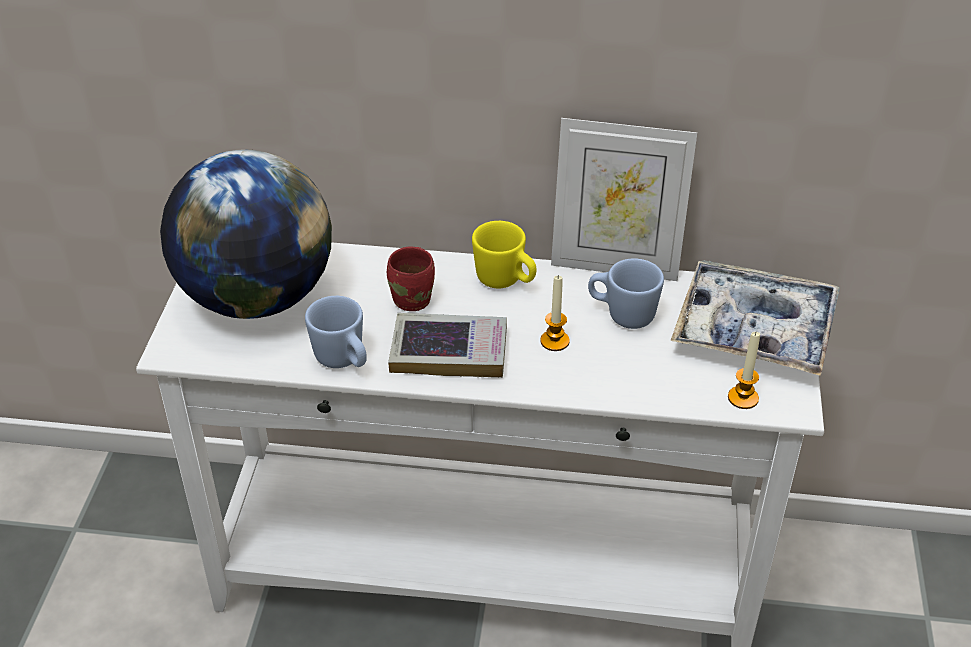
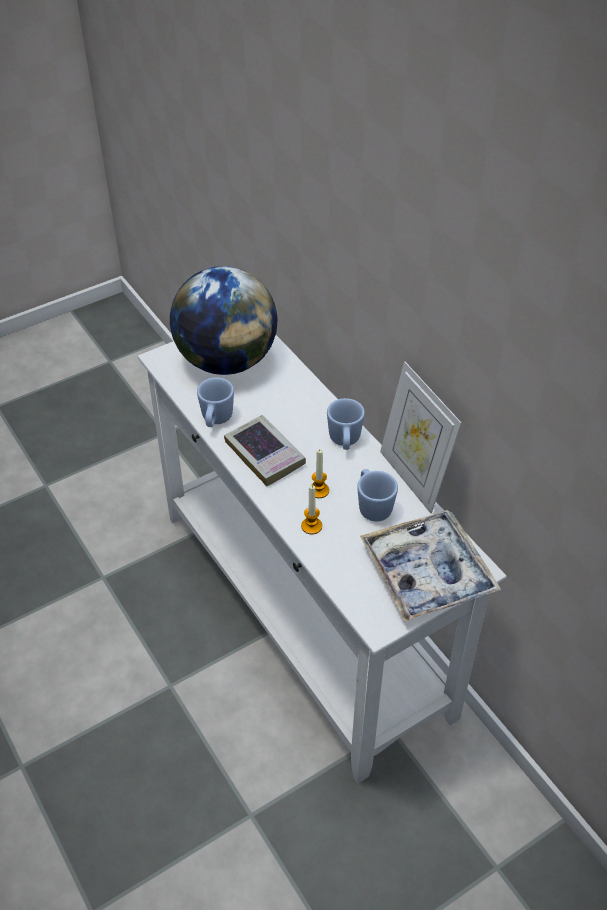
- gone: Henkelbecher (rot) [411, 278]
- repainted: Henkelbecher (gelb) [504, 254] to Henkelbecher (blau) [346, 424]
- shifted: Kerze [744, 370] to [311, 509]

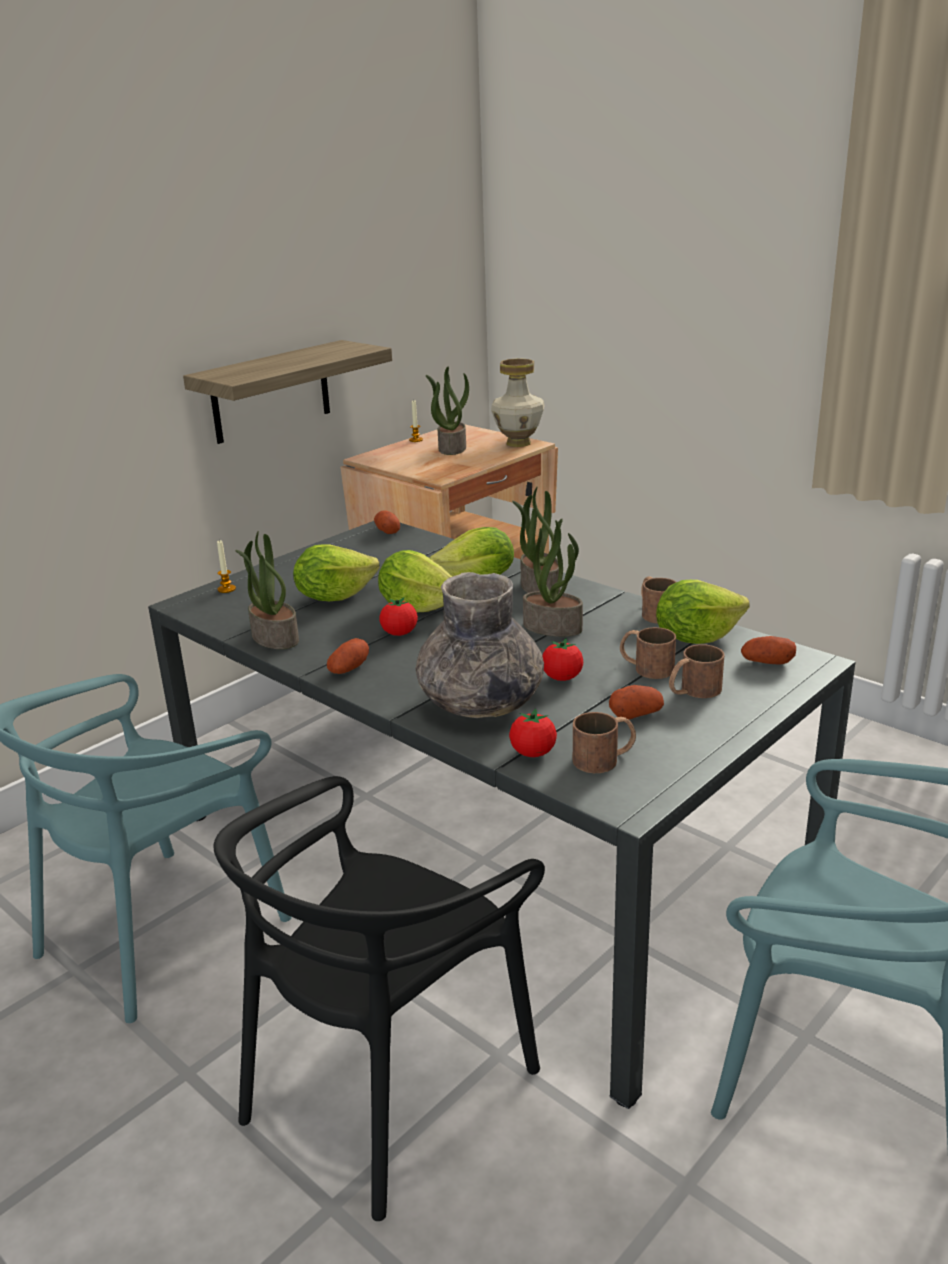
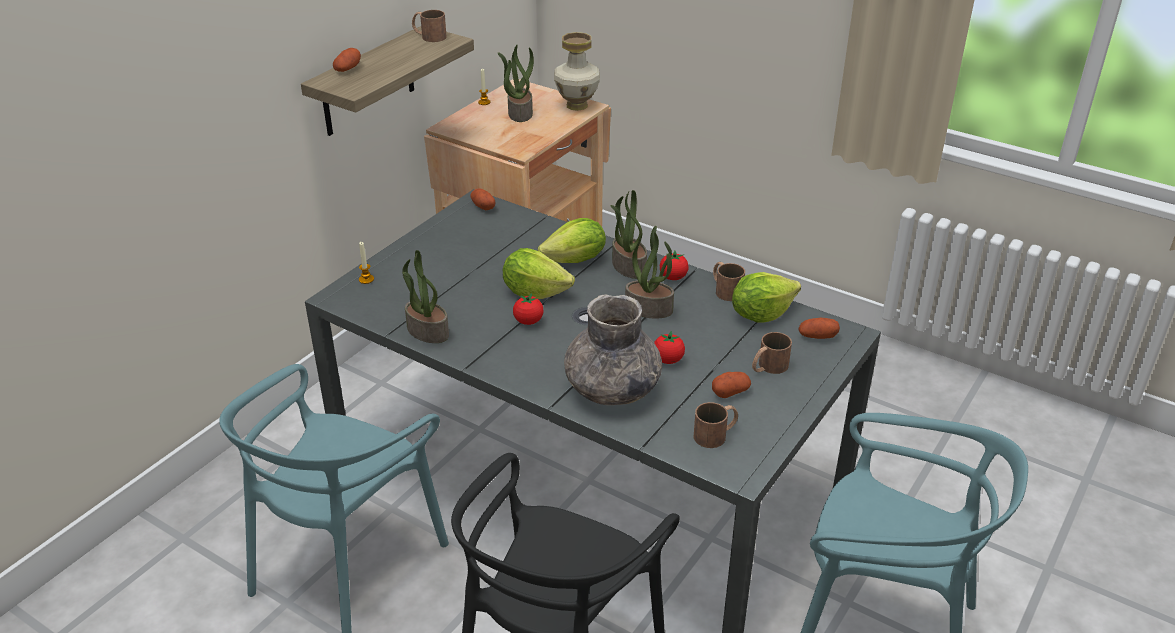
- gone: Salatkopf [336, 572]
- shifted: Kartoffel [348, 656] to [347, 60]
- shifted: Tomate [533, 732] to [674, 265]
- shifted: Henkelbecher (braun) [648, 653] to [429, 26]

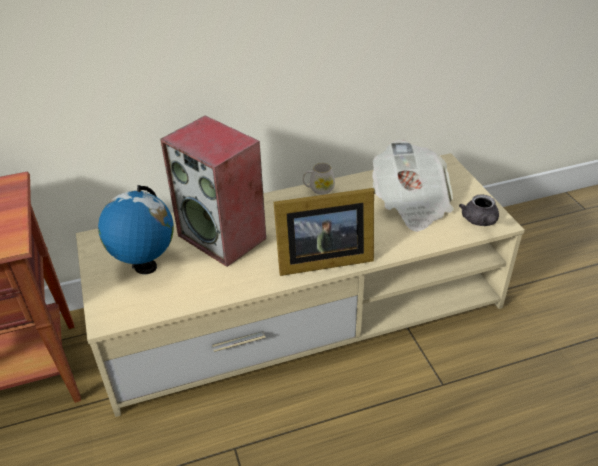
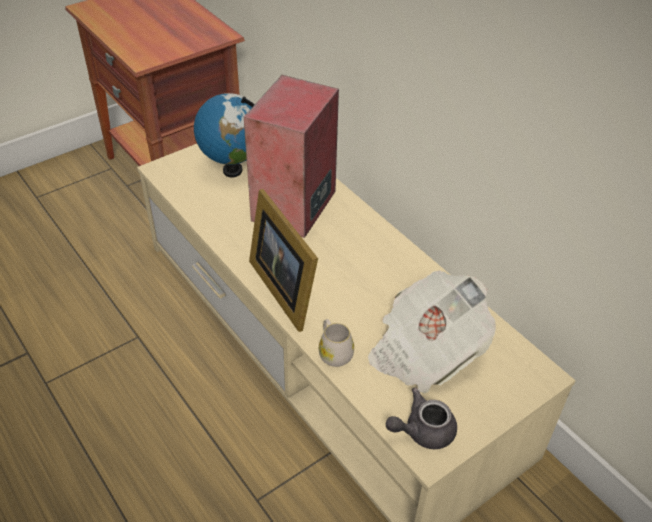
- shifted: Henkelbecher (weiß) [319, 179] to [336, 343]

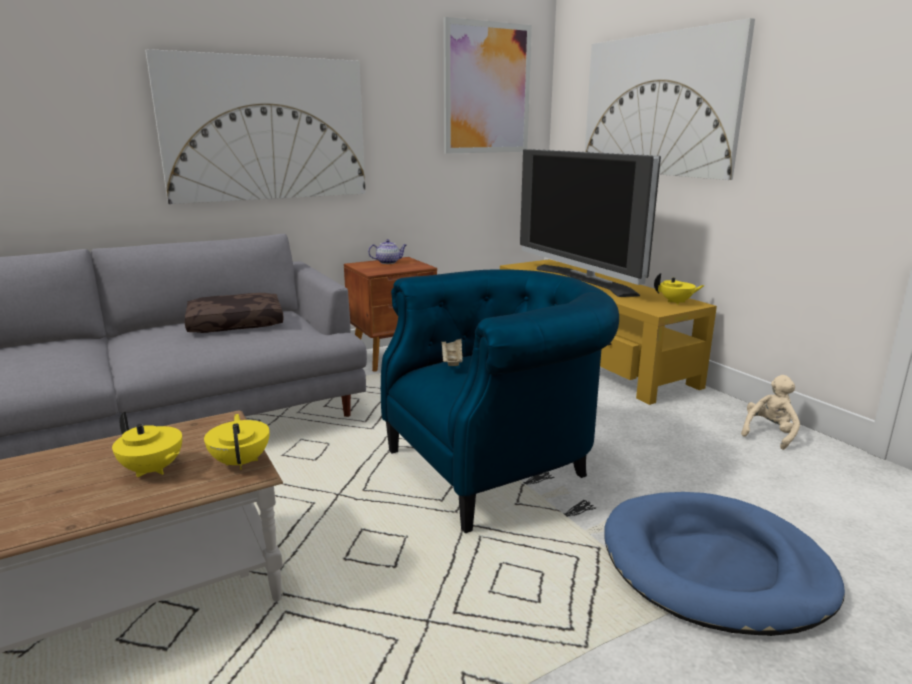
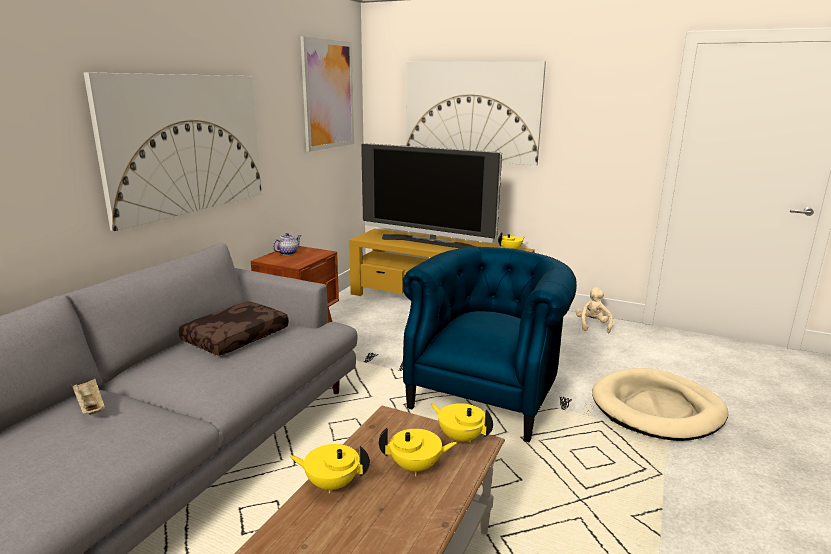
- shifted: Tablett (beige) [452, 352] to [88, 397]
- repainted: Hundebett (blau) [725, 564] to Hundebett (beige) [660, 404]
- new: Teekanne (gelb) [330, 468]

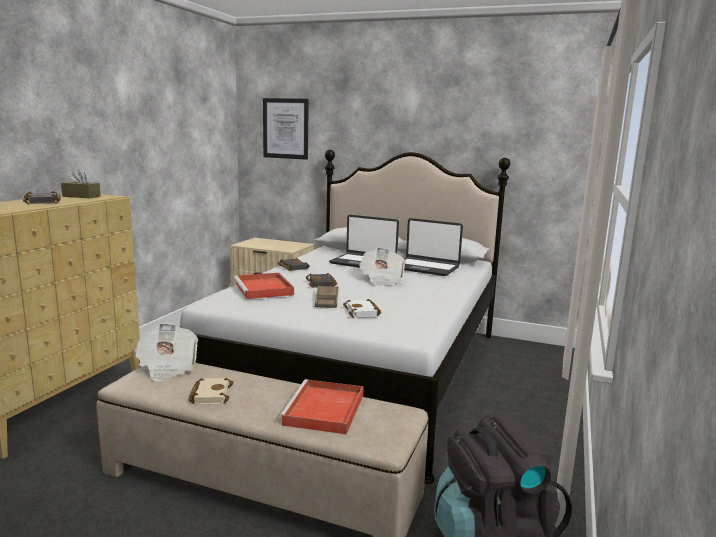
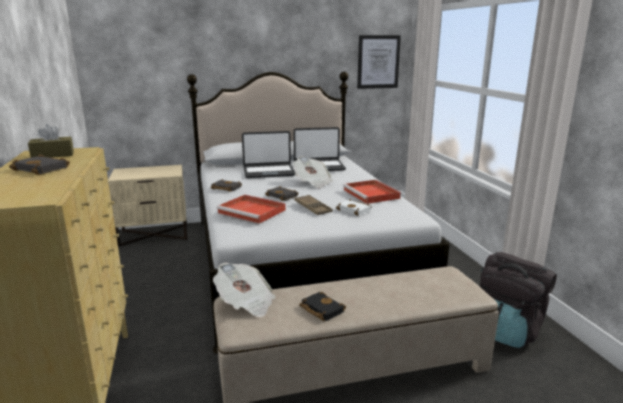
- repainted: Buch (beige) [211, 391] to Buch (schwarz) [322, 306]
- shifted: Bild [286, 129] to [379, 62]
- shifted: Tablett (rot) [321, 406] to [372, 192]

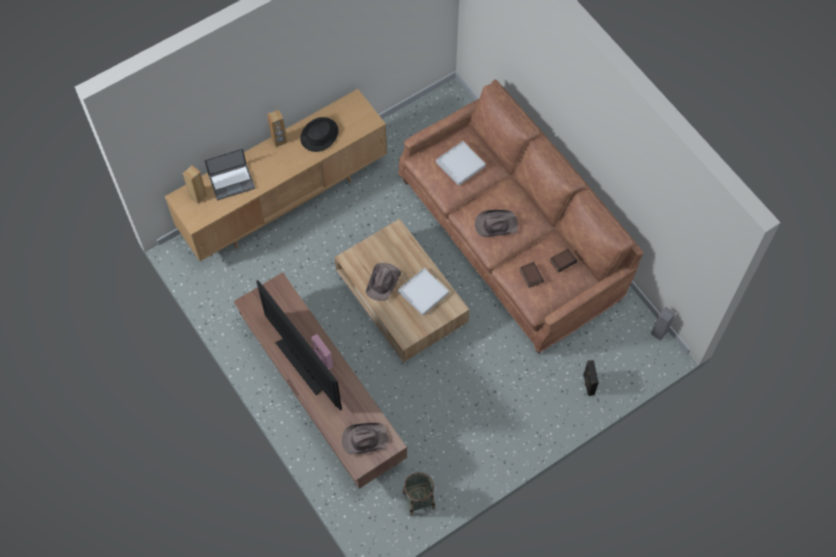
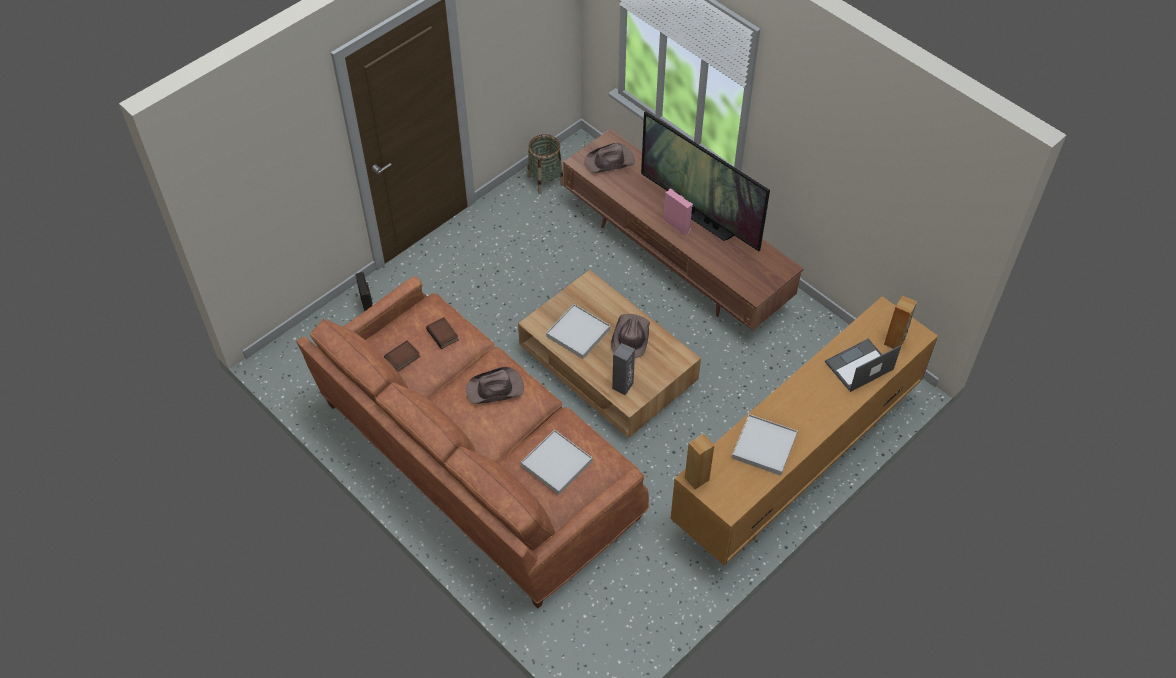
- shifted: Lautsprecher (braun) [277, 128] to [699, 461]
- swapped: Hut (schwarz) [319, 134] to Tablett (weiß) [765, 445]
- shifted: Lautsprecher (grau) [663, 324] to [623, 369]

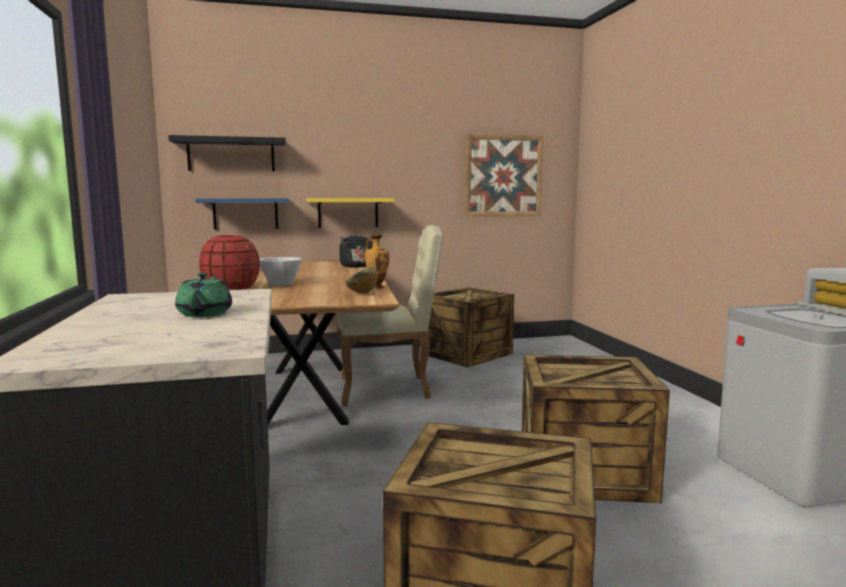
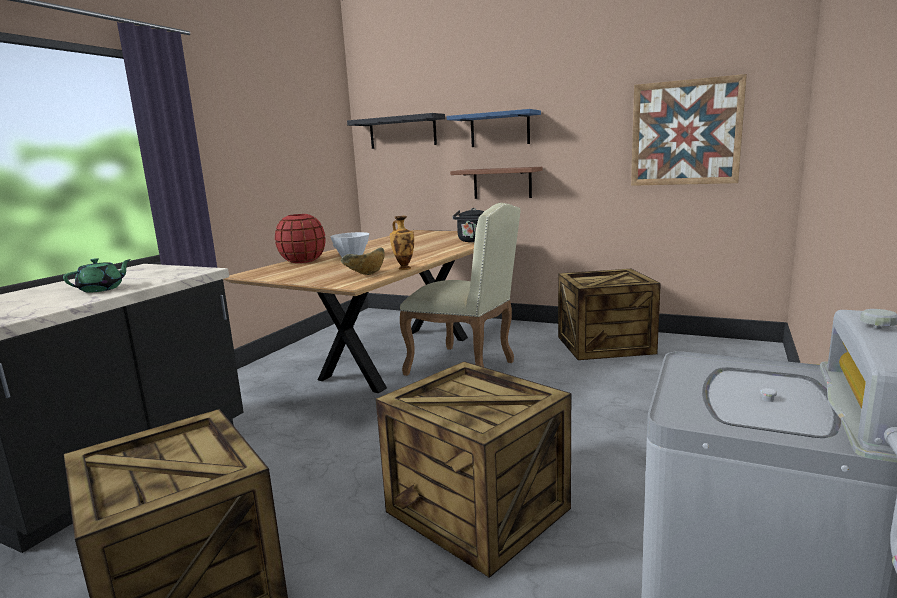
- shifted: Wandregal (blau) [242, 213] to [494, 128]
- repainted: Wandregal (gelb) [350, 213] to Wandregal (braun) [496, 183]

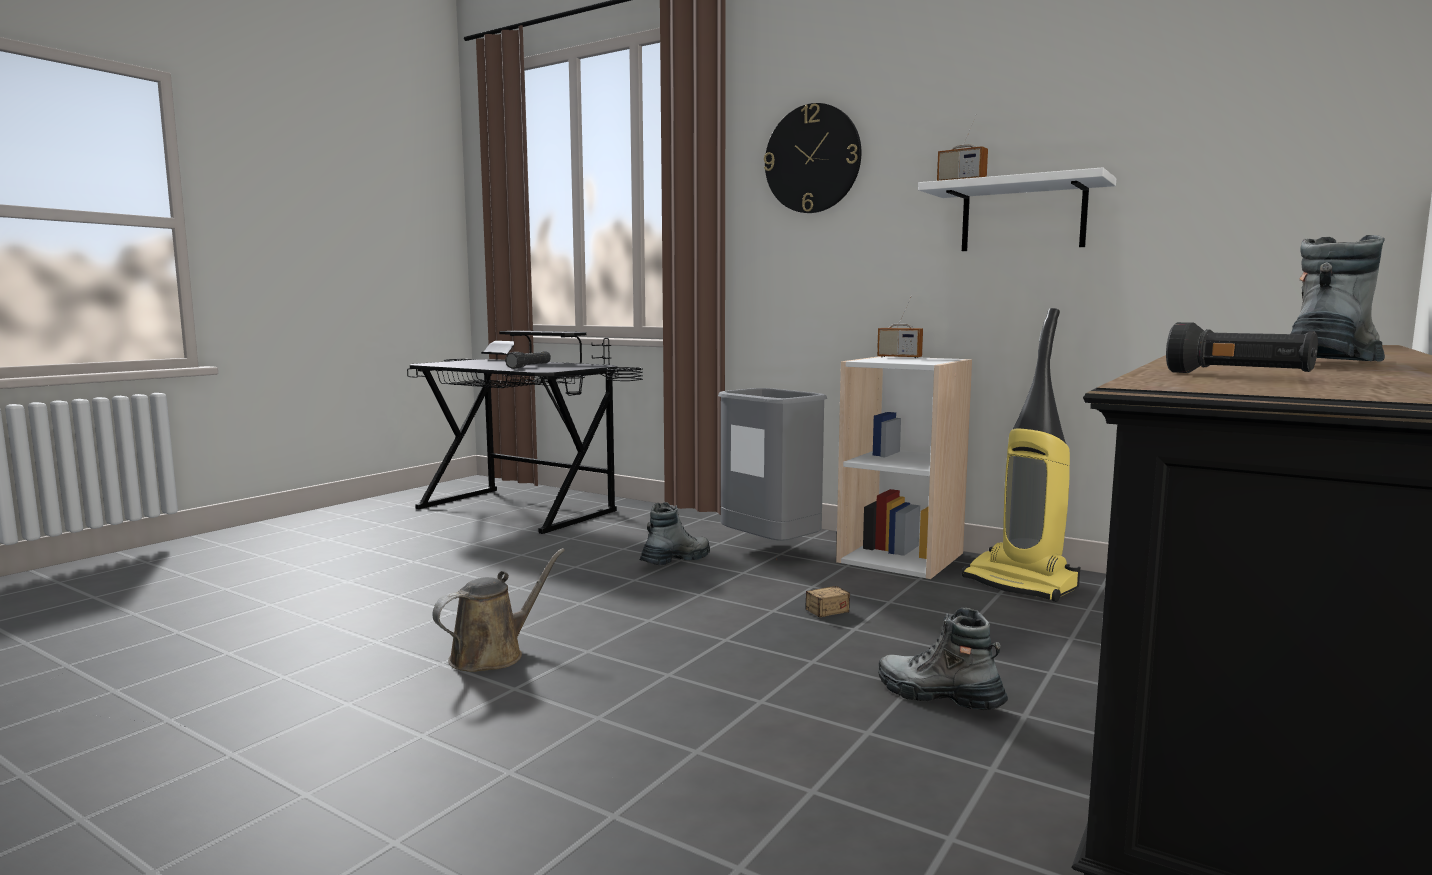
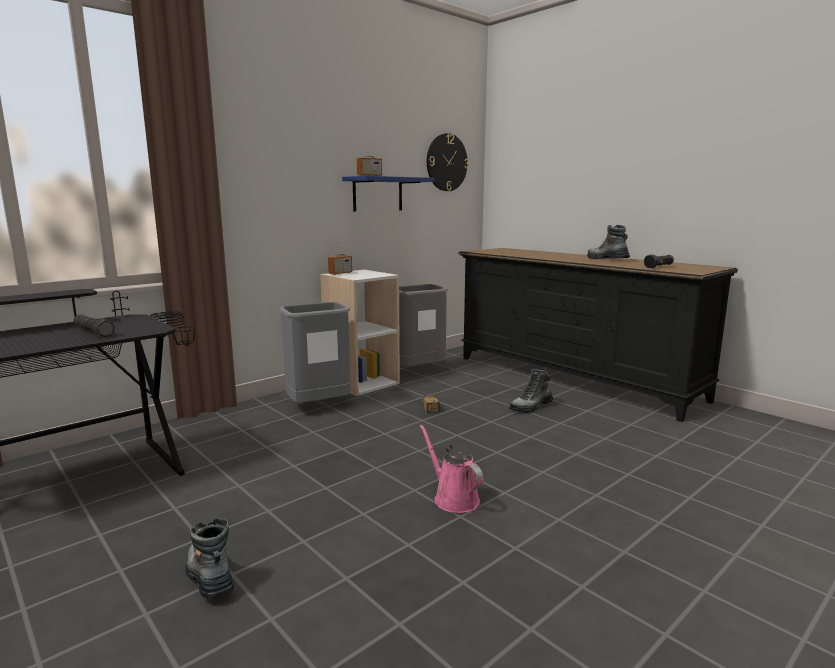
- repainted: Gießkanne (braun) [498, 610] to Gießkanne (rosa) [452, 469]
- shifted: Stiefel [674, 533] to [209, 558]
- shifted: Wanduhr [812, 158] to [448, 162]
- repainted: Wandregal (weiß) [1017, 209] to Wandregal (blau) [388, 193]
- swapped: Staubsauger [1021, 455] to Mülleimer (grau) [423, 325]

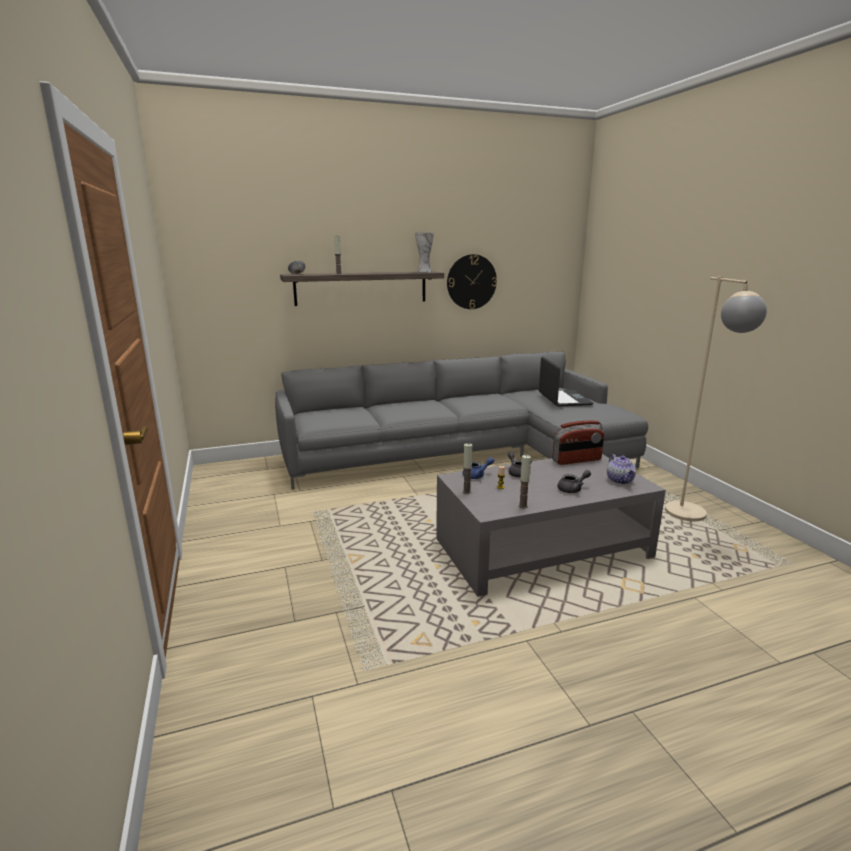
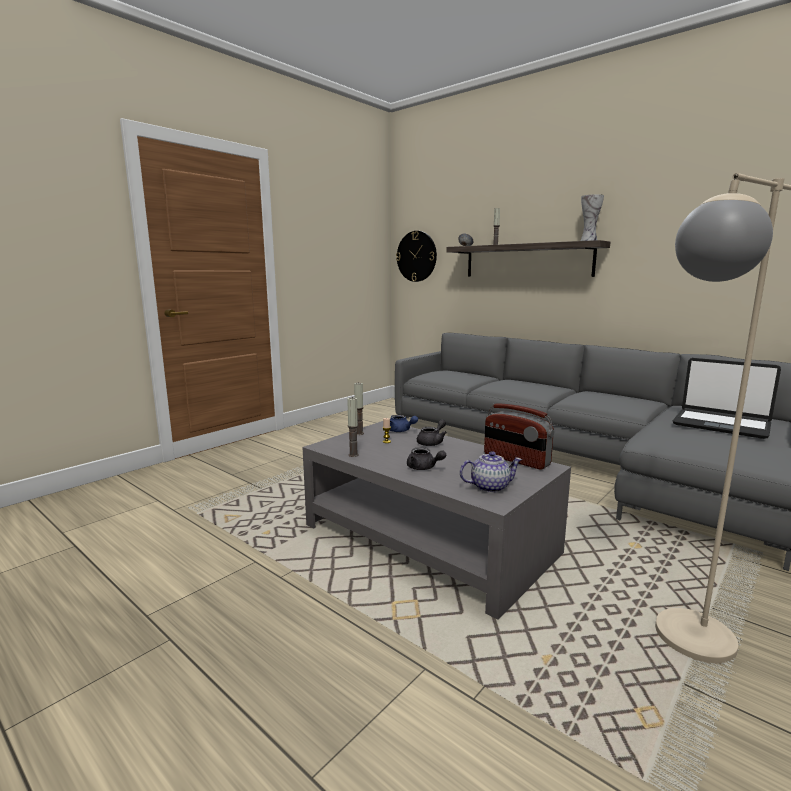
- shifted: Wanduhr [472, 281] to [416, 256]
- rotated: Laptop [566, 382] = [727, 398] 75 degrees clockwise
- rotated: Teekanne [621, 469] = [491, 472] 150 degrees counterclockwise

